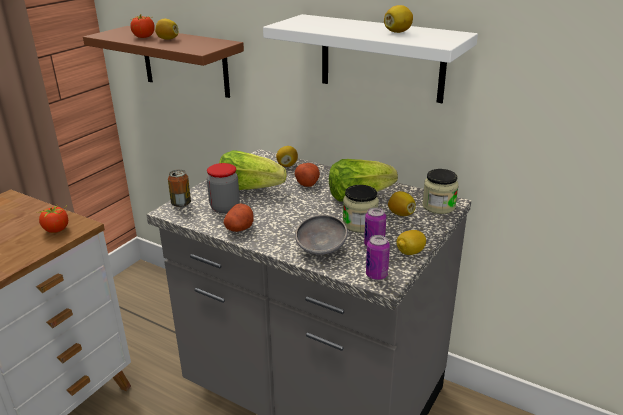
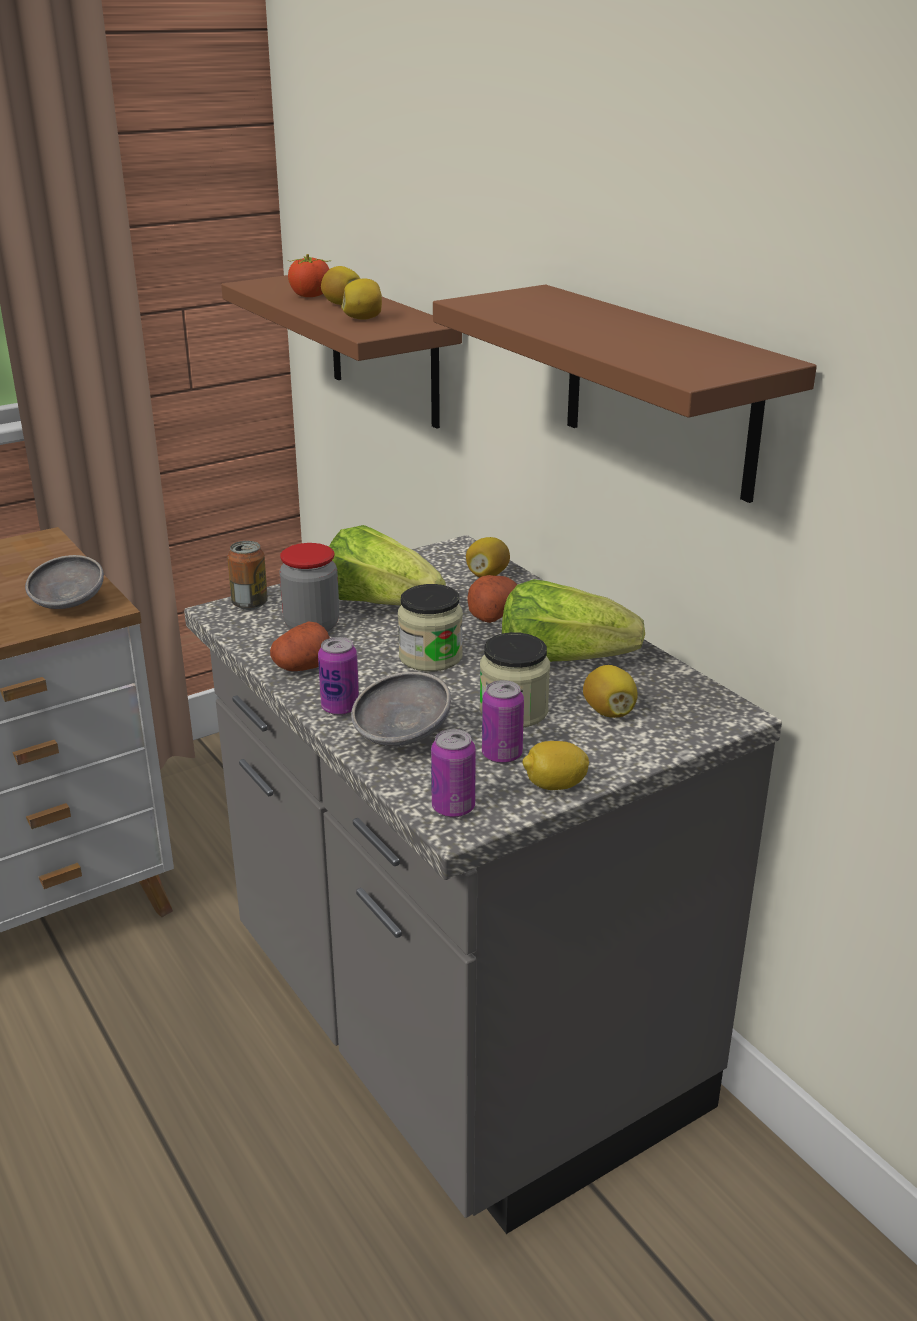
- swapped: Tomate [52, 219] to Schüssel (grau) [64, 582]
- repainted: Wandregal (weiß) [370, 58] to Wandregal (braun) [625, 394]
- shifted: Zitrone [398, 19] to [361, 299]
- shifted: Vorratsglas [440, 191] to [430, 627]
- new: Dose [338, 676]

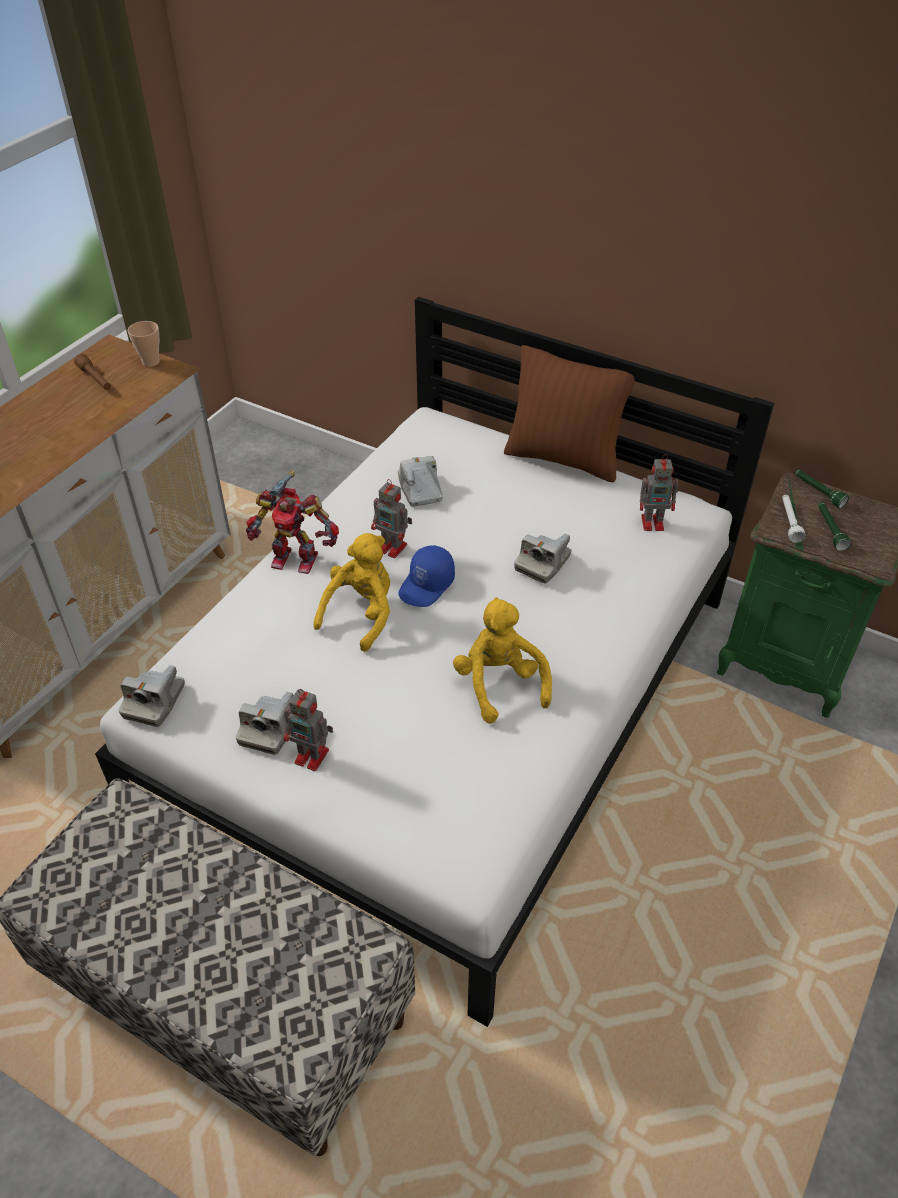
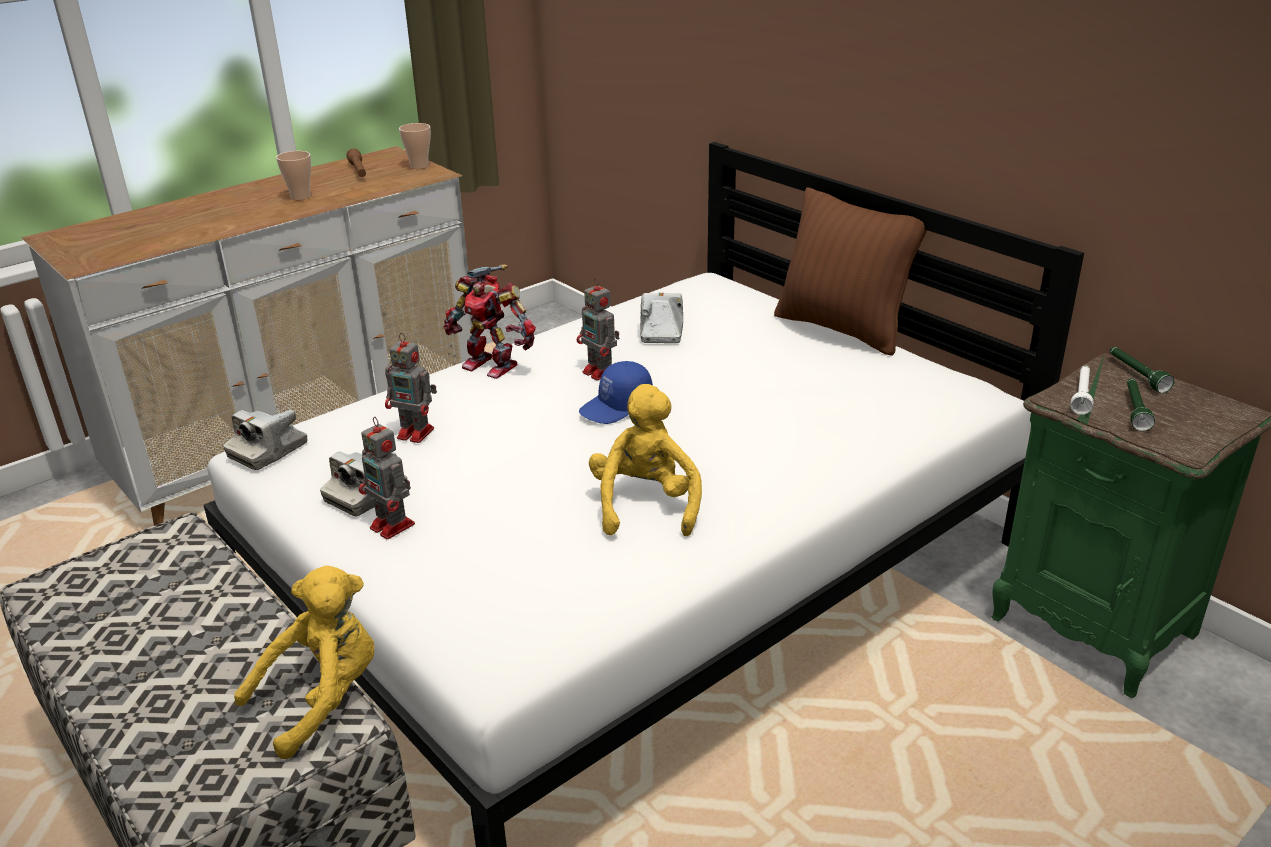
- shifted: Plüschtier (gelb) [352, 592] to [304, 662]
- gone: Kamera [543, 558]
- shifted: Spielzeugroboter [659, 492] to [411, 388]
- new: Tasse [293, 175]

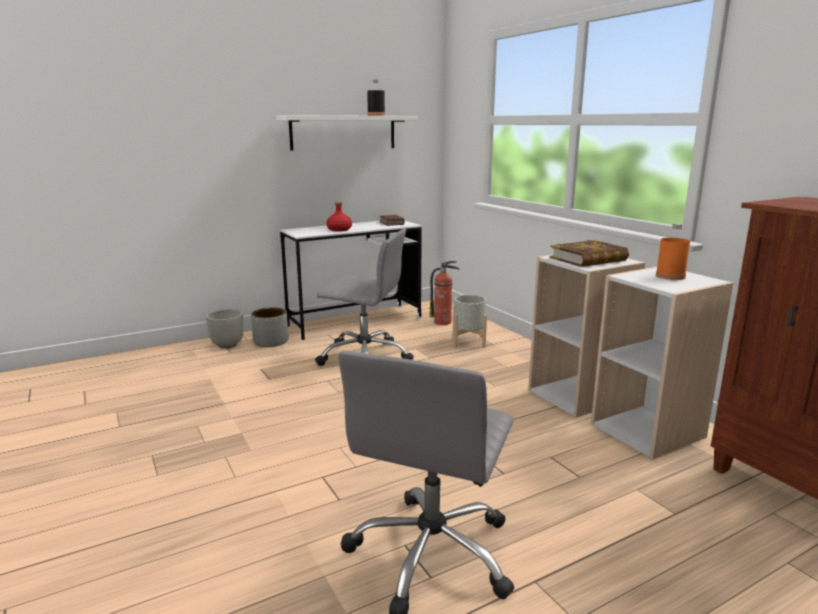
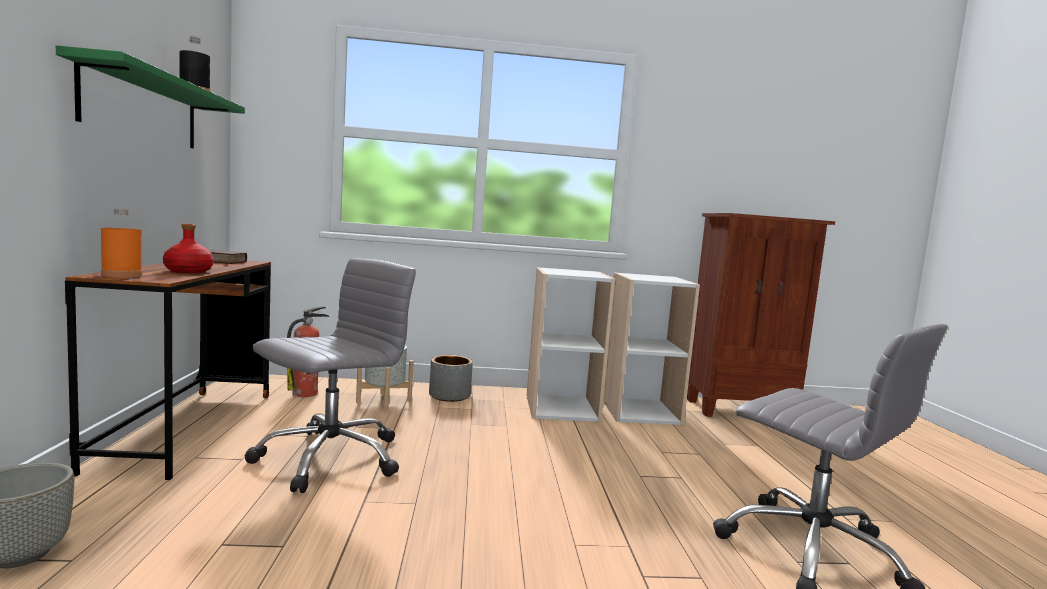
- shifted: Pflanzkübel (grau) [270, 327] to [451, 378]
- repainted: Wandregal (weiß) [347, 133] to Wandregal (grün) [150, 97]
- repainted: Schreibtisch (weiß) [351, 280] to Schreibtisch (braun) [168, 370]
- gone: Buch [589, 253]
- shifted: Flasche (orange) [673, 251] to [122, 243]

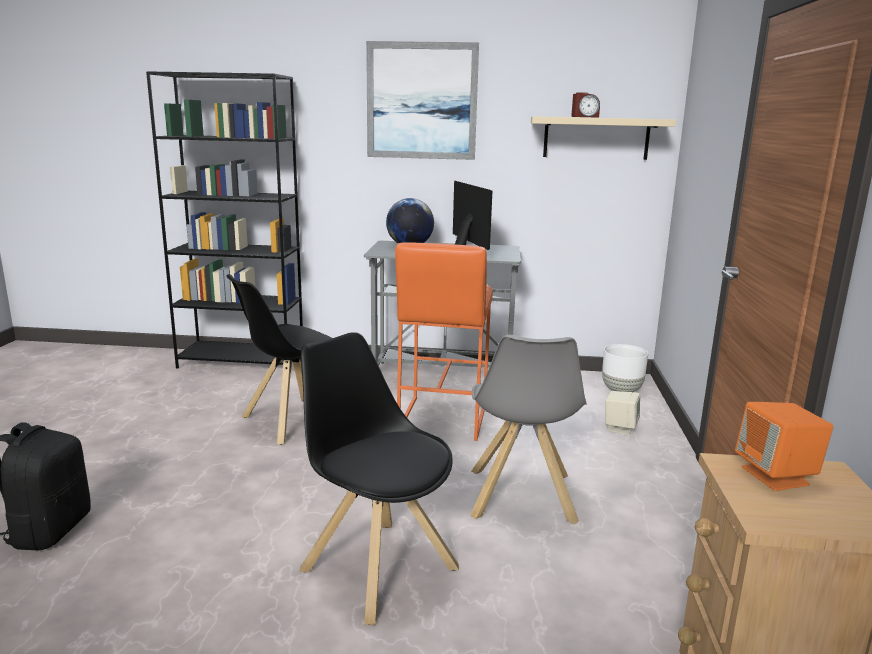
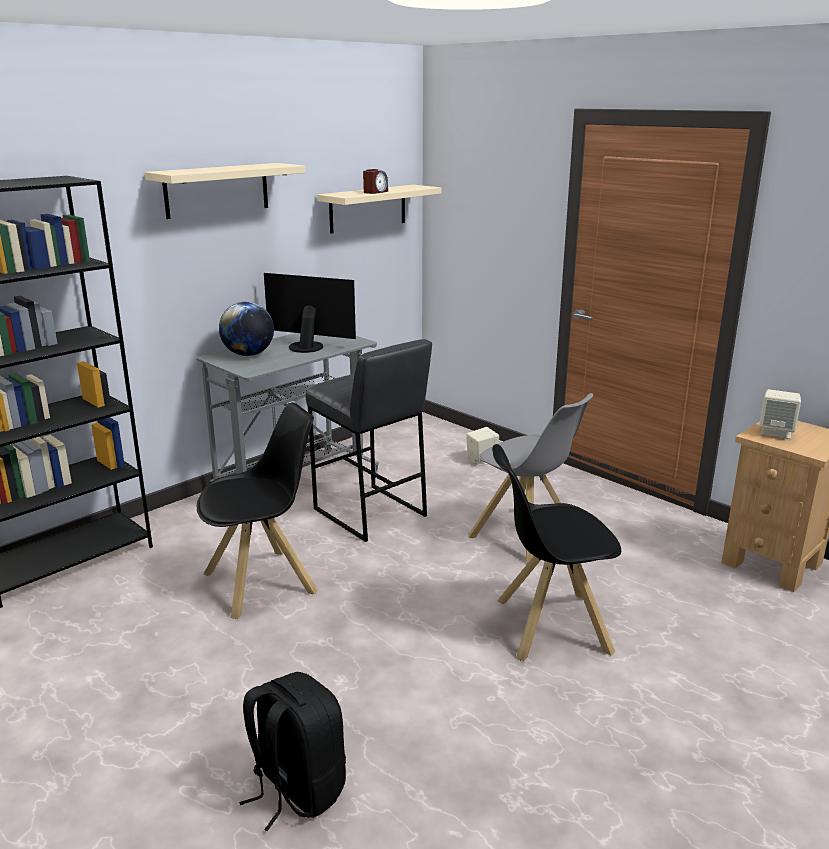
- rotated: Stuhl (schwarz) [279, 359] = [257, 510] 120 degrees counterclockwise
- swapped: Bild [422, 100] to Wandregal (beige) [225, 191]
- repainted: Hocker (orange) [444, 341] to Hocker (grau) [369, 440]
- gone: Pflanzkübel (weiß) [625, 368]
- repainted: Lautsprecher (orange) [784, 446] to Lautsprecher (beige) [780, 414]

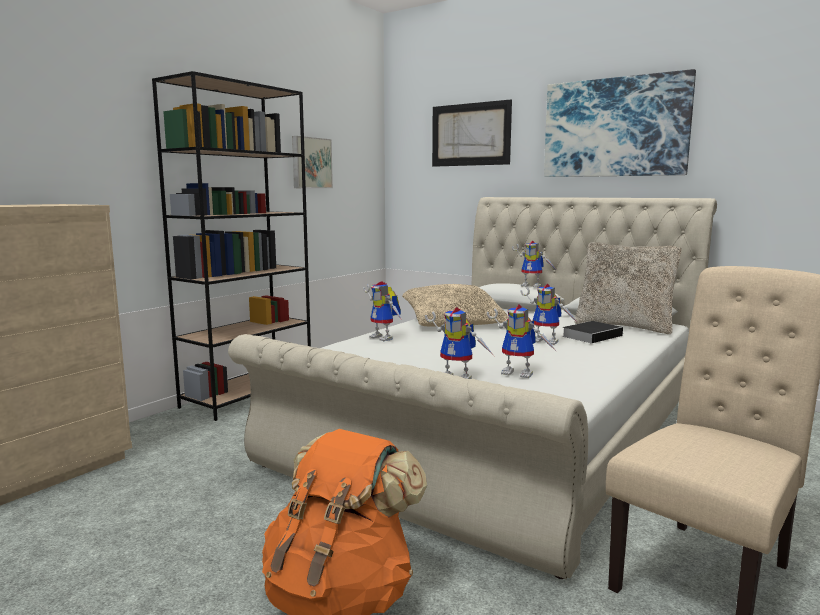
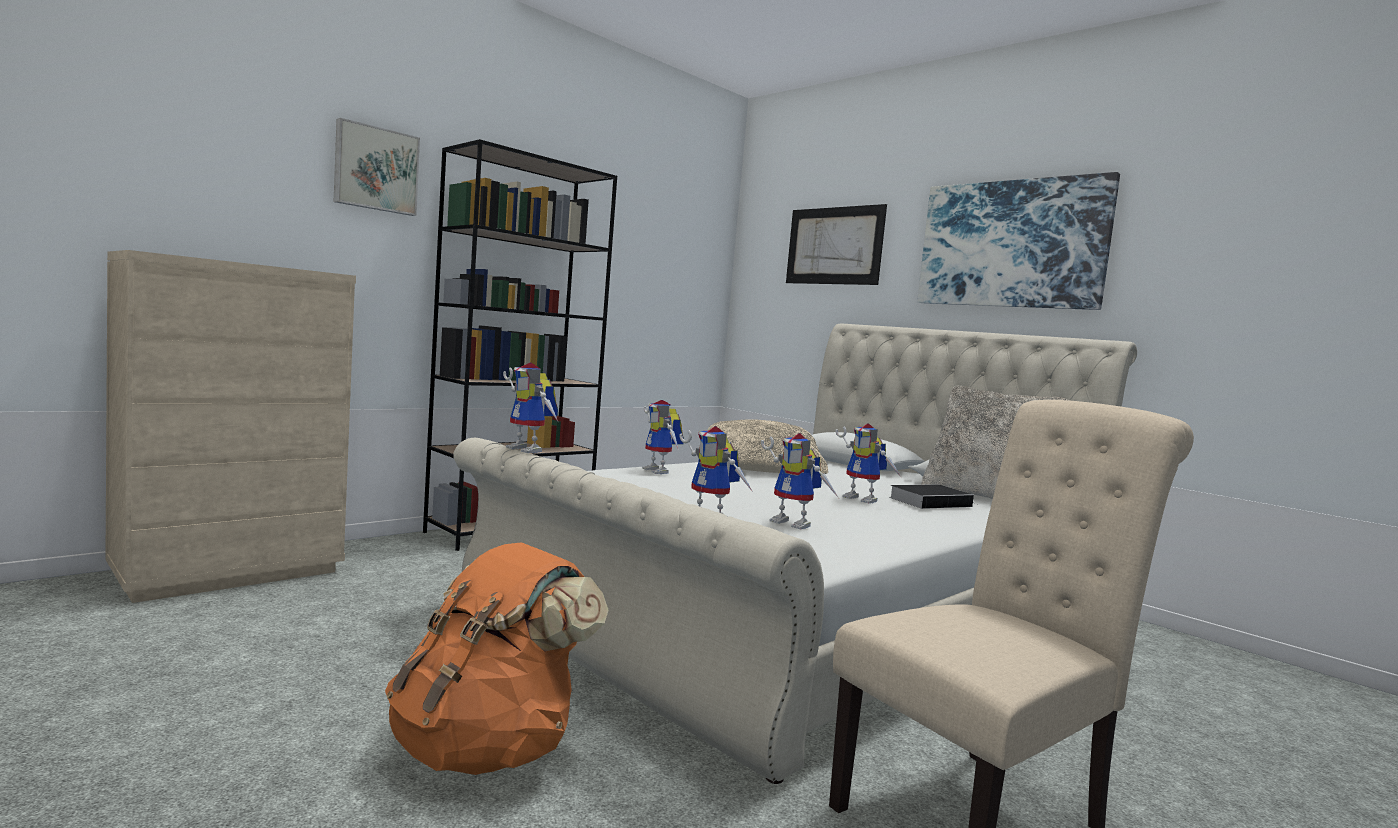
- shifted: Bild [312, 162] to [377, 167]
- shifted: Spielzeugroboter [533, 264] to [531, 408]

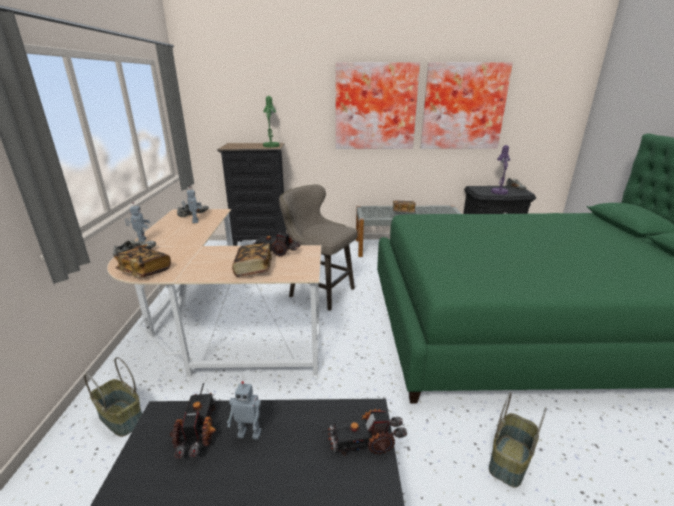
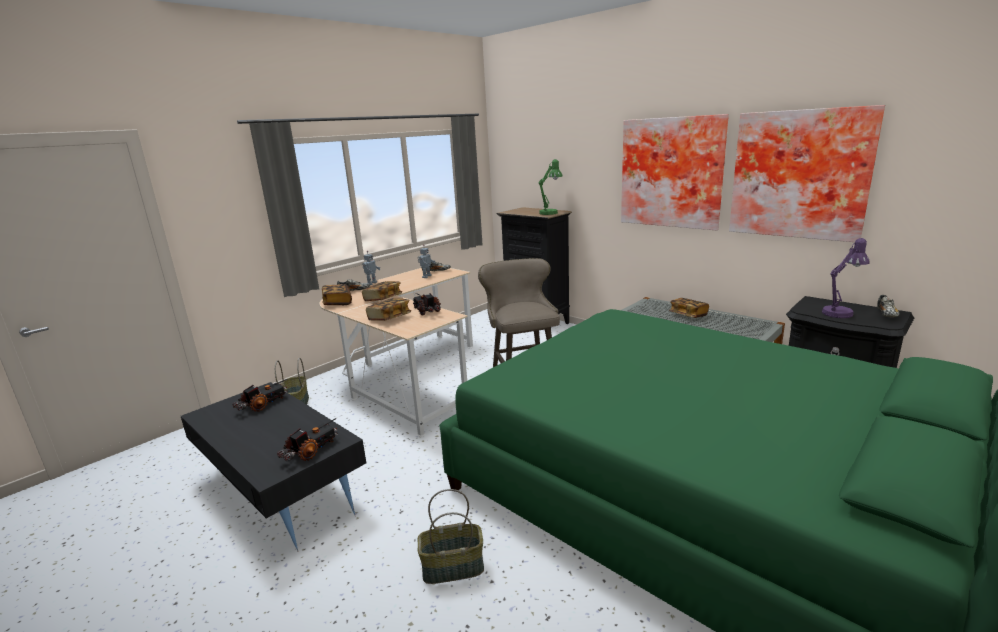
- gone: Spielzeugroboter [244, 410]
- rotated: Spielzeuglaster [364, 432] = [307, 439] 90 degrees clockwise
- new: Buch [382, 291]

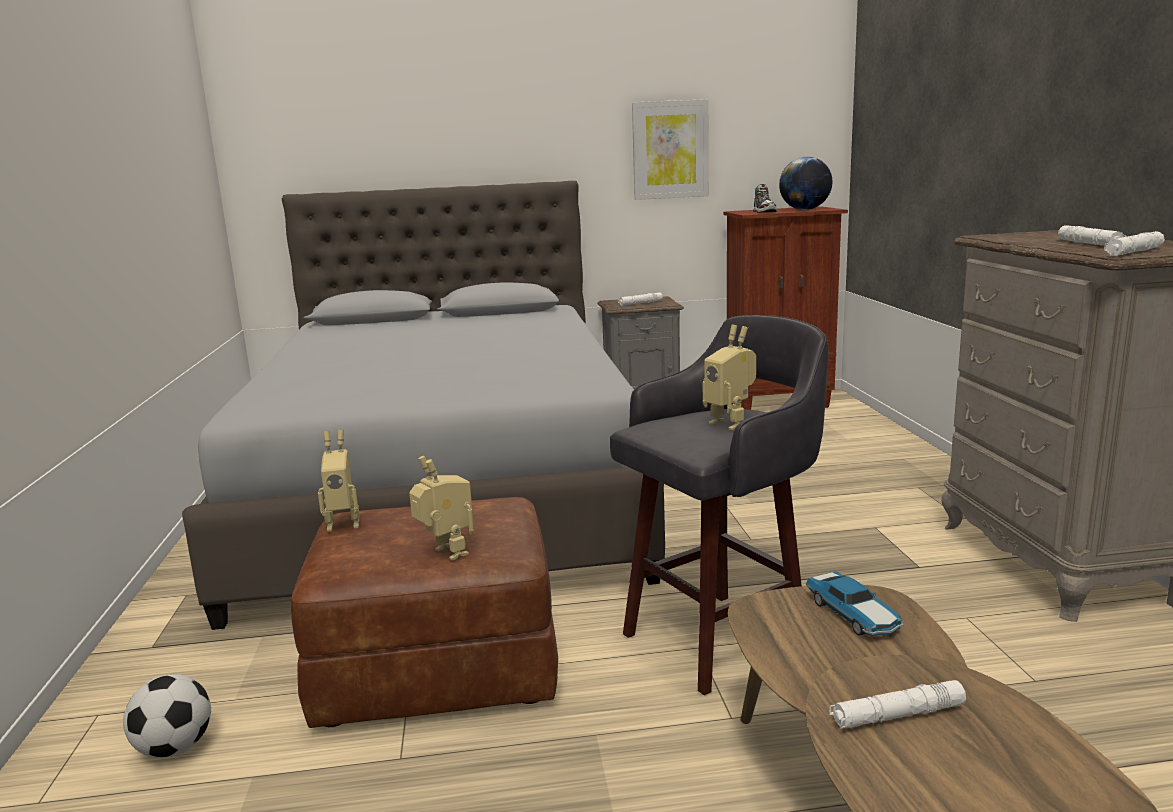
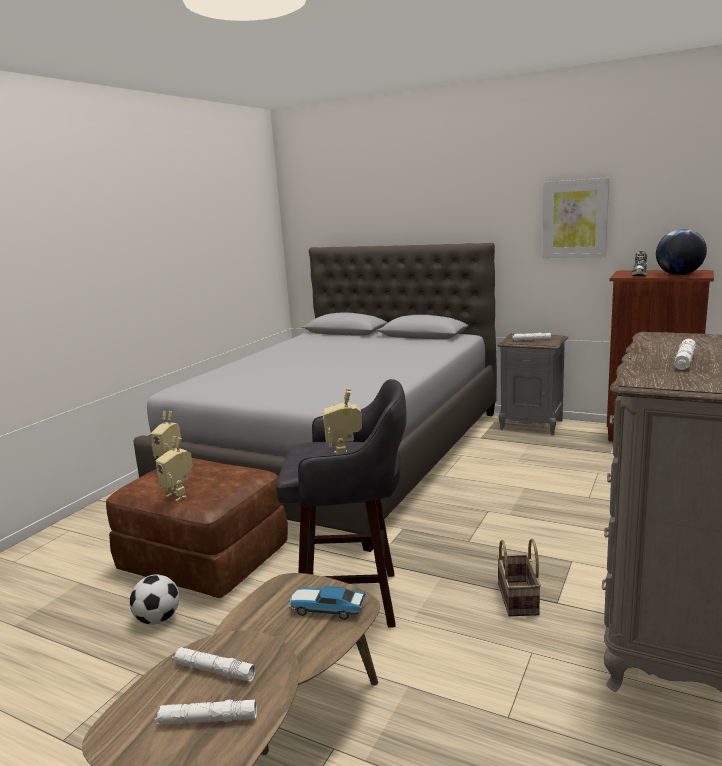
- shifted: Fußball [167, 716] to [154, 599]
- rotated: Spielzeugroboter [441, 508] = [174, 469] 135 degrees clockwise
- rotated: Spielzeugauto [855, 603] = [327, 603] 90 degrees clockwise
- shifted: Taschenlampe (weiß) [1134, 243] to [206, 712]
- new: Korb [519, 577]

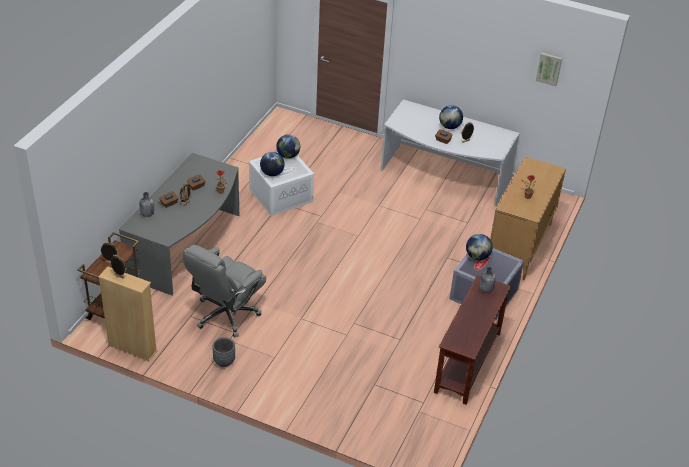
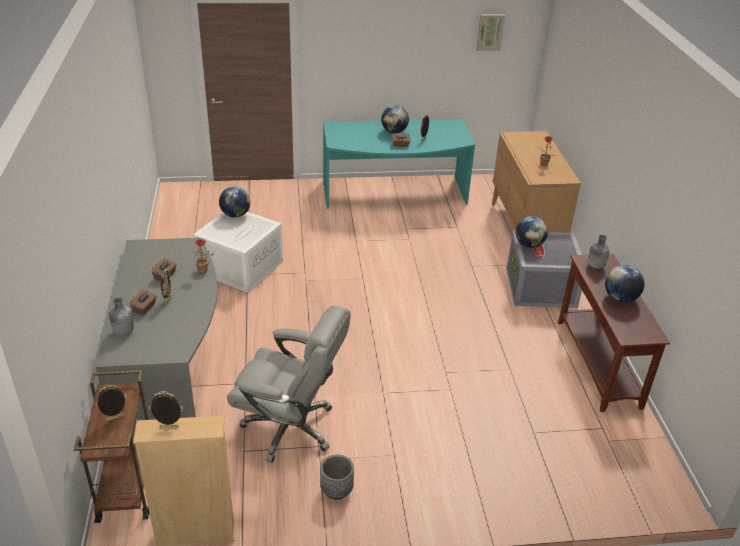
- rotated: Bürostuhl (grau) [224, 291] = [288, 384] 75 degrees counterclockwise
- shifted: Globus [272, 164] to [625, 284]
- repainted: Schreibtisch (weiß) [450, 152] to Schreibtisch (türkis) [399, 163]

